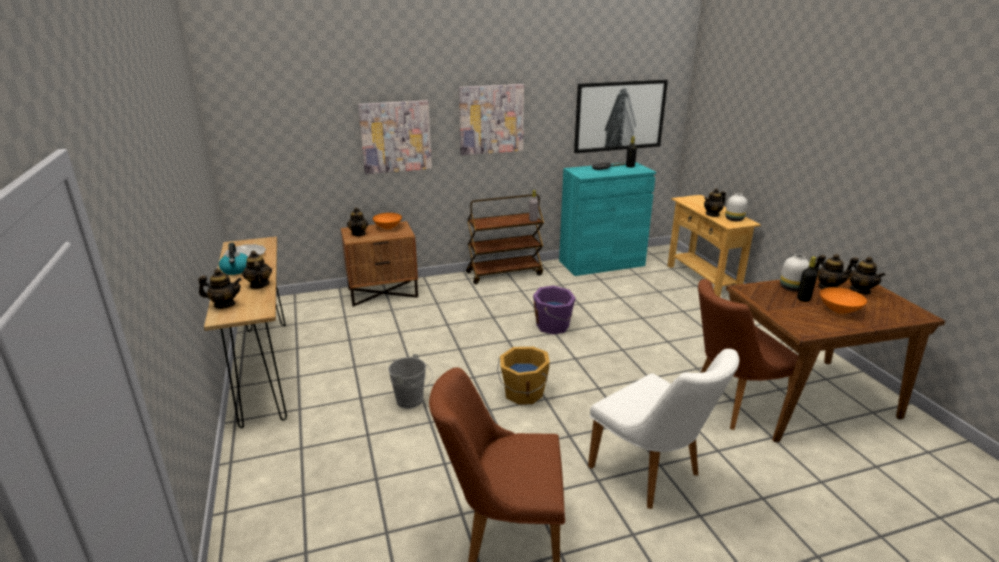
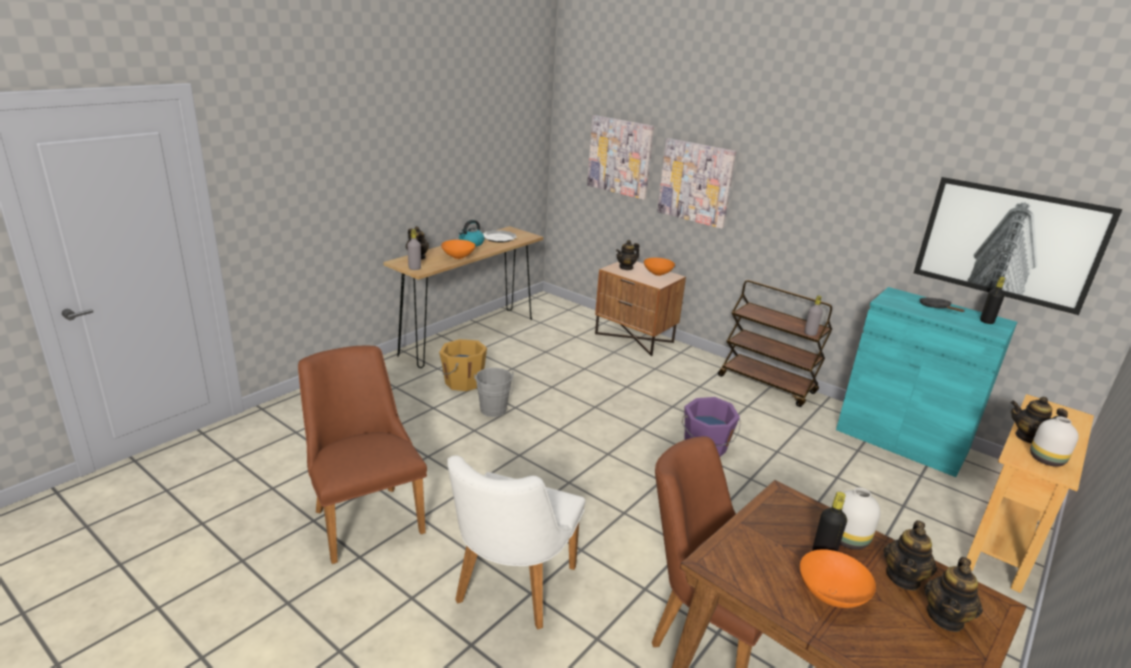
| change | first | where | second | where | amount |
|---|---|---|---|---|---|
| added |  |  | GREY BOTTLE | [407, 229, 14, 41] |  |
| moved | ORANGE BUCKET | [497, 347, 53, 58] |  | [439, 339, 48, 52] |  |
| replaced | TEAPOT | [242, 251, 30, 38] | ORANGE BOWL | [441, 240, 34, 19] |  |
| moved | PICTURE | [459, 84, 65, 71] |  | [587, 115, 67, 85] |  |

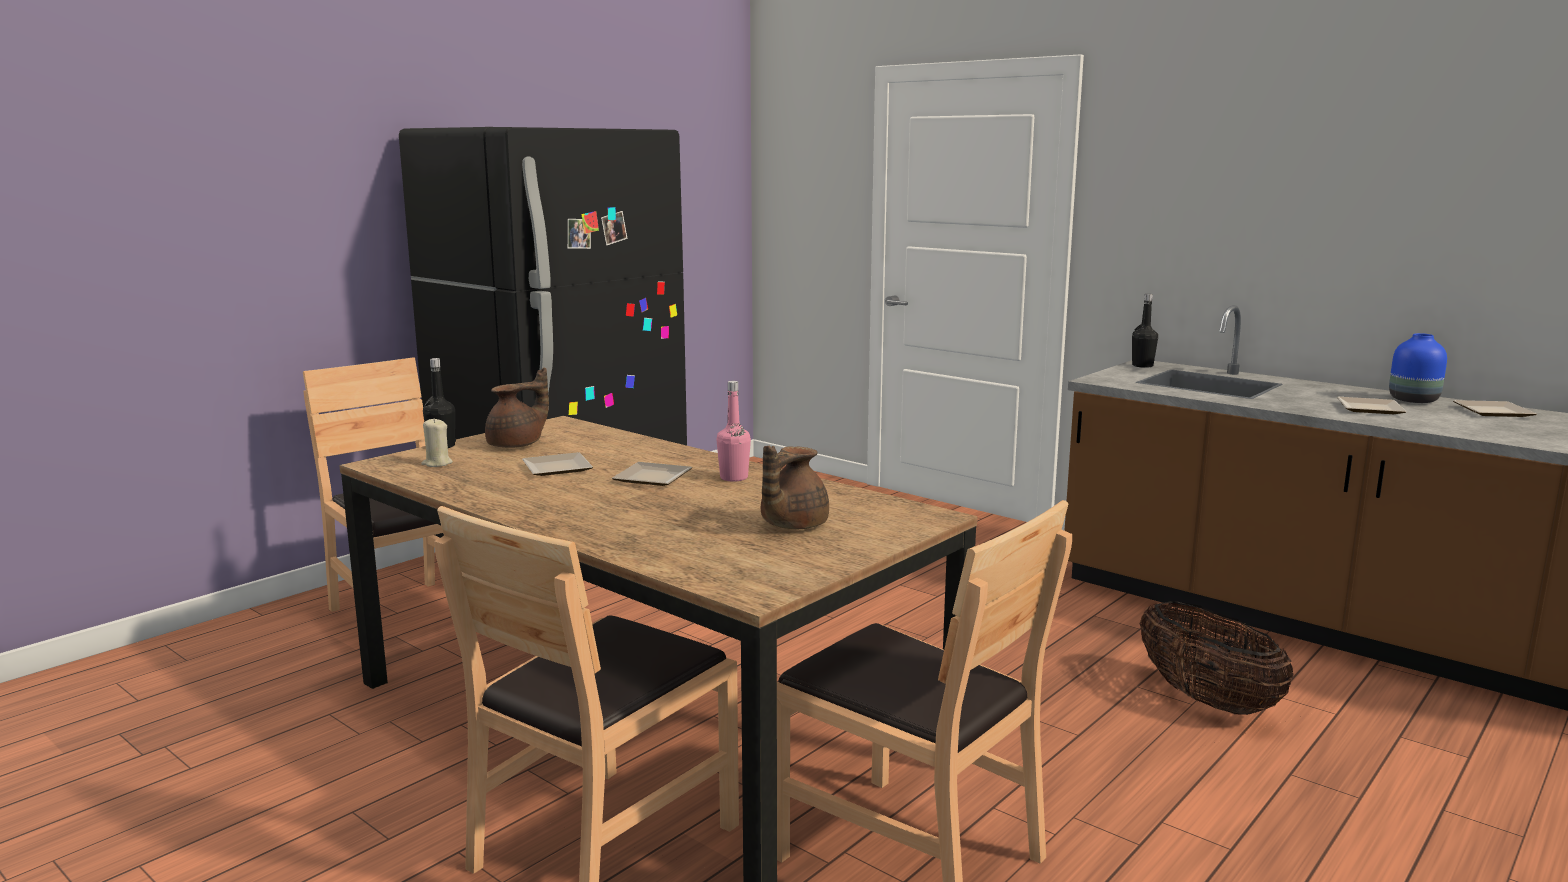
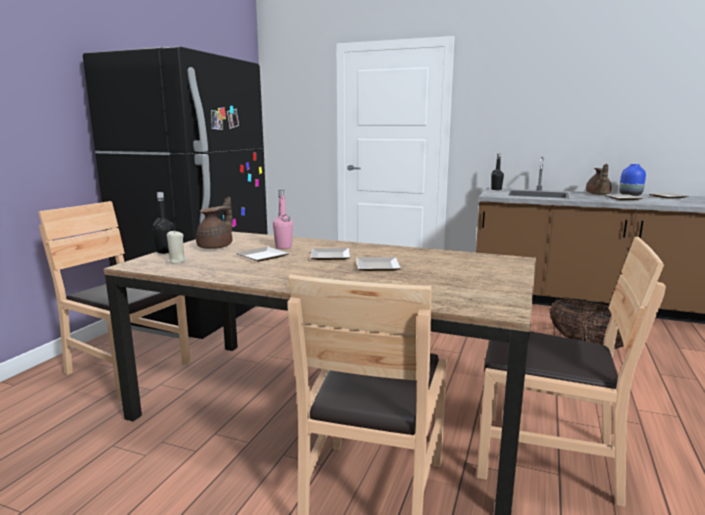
| change | first | where | second | where | amount |
|---|---|---|---|---|---|
| moved | PINK BOTTLE | [716, 381, 35, 101] |  | [273, 190, 20, 59] |  |
| added |  |  | PLATE | [356, 257, 45, 14] |  |
| moved | BROWN TEAPOT | [761, 446, 68, 83] |  | [586, 164, 25, 31] |  |

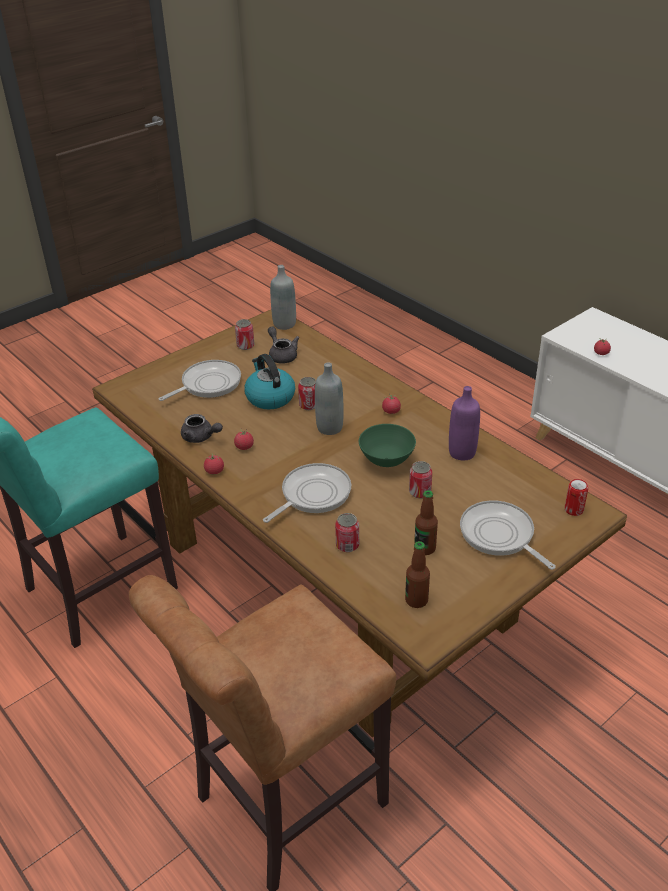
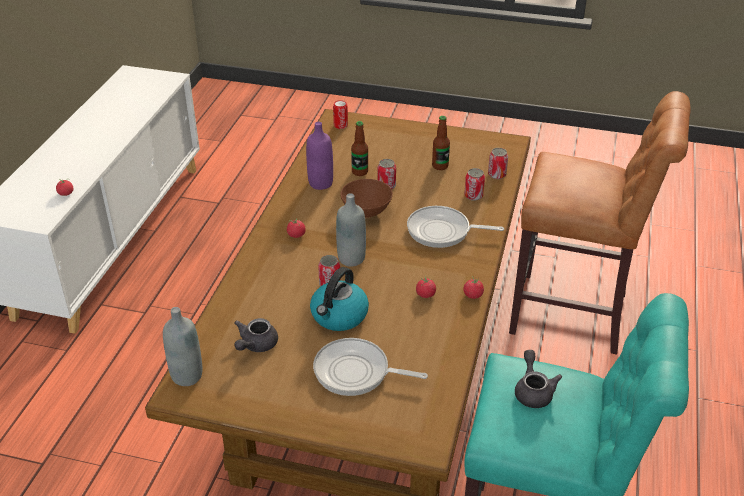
| change | first | where | second | where | amount |
|---|---|---|---|---|---|
| recoloured | GREEN BOWL | [359, 424, 57, 43] | BROWN BOWL | [340, 179, 53, 39] |  |
| moved | BOTTLE | [405, 541, 25, 67] |  | [351, 121, 17, 55] |  |
| moved | CAN | [235, 319, 19, 31] |  | [488, 148, 20, 31] |  |
| moved | GREY TEAPOT | [181, 414, 42, 29] |  | [515, 350, 47, 58] |  |
| removed | FRYING PAN | [460, 500, 96, 70] |  |  |  |

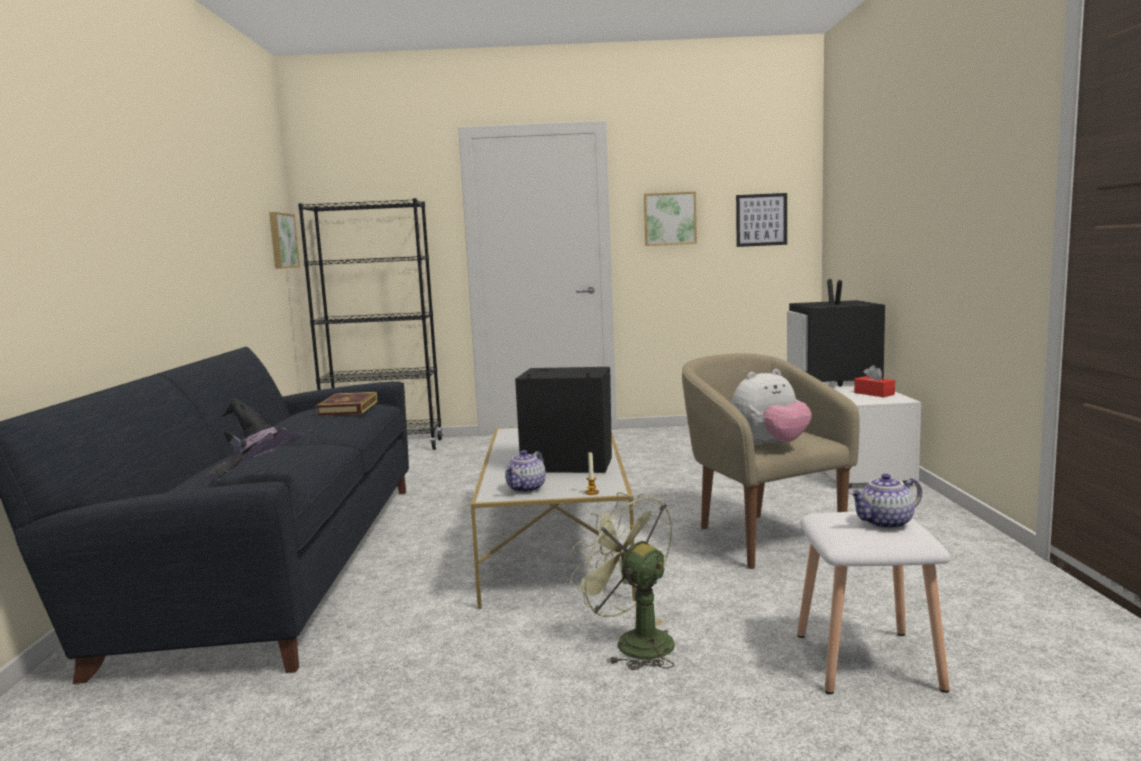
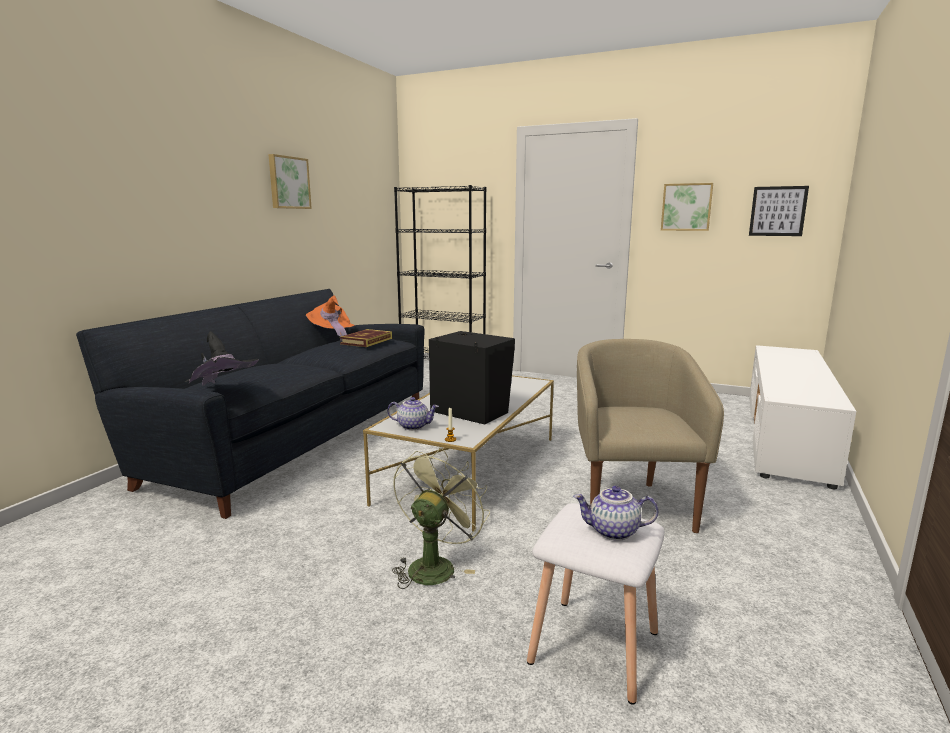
| change | first | where | second | where | amount |
|---|---|---|---|---|---|
| moved | PICTURE | [269, 212, 31, 57] |  | [268, 154, 44, 55] |  |
| added |  |  | ORANGE HAT | [306, 295, 48, 46] |  |
| turned | TEAPOT | [505, 450, 41, 43] |  | [387, 397, 52, 33] | 135 degrees counterclockwise |
| turned | GREEN FAN | [570, 492, 105, 178] |  | [392, 448, 98, 141] | 45 degrees clockwise |
| removed | PLUSH TOY | [732, 369, 80, 76] |  |  |  |
| removed | TELEVISION | [787, 279, 98, 108] |  |  |  |
| removed | RED TISSUE BOX | [854, 365, 41, 32] |  |  |  |

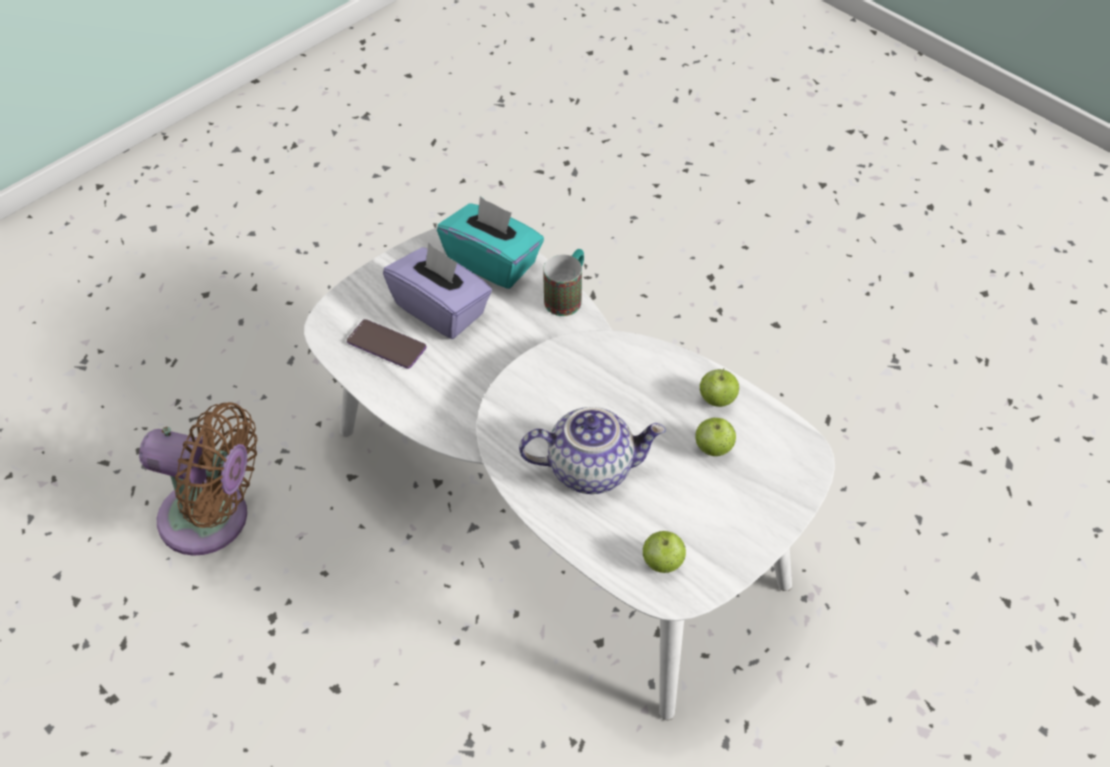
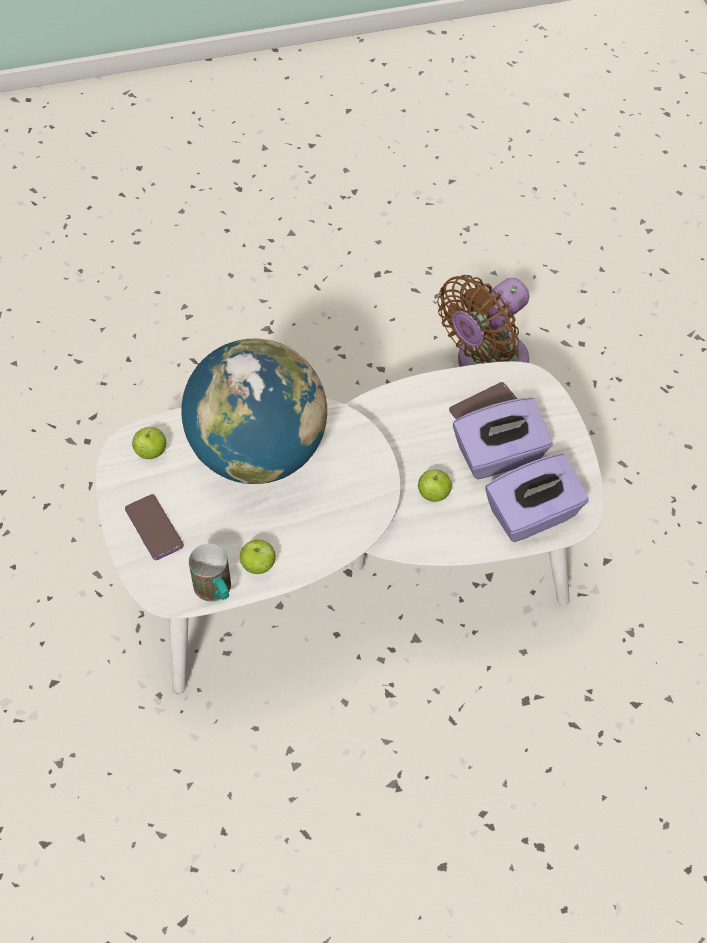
| change | first | where | second | where | amount |
|---|---|---|---|---|---|
| added |  |  | PHONE | [125, 494, 59, 66] |  |
| replaced | TEAPOT | [519, 407, 147, 87] | GLOBE | [181, 339, 146, 145] |  |
| moved | MUG | [543, 249, 41, 67] |  | [189, 544, 42, 57] |  |
| moved | APPLE | [695, 418, 41, 38] |  | [418, 469, 34, 33] |  |
| recoloured | TURQUOISE TISSUE BOX | [437, 196, 107, 93] | PURPLE TISSUE BOX | [485, 453, 104, 89] |  |

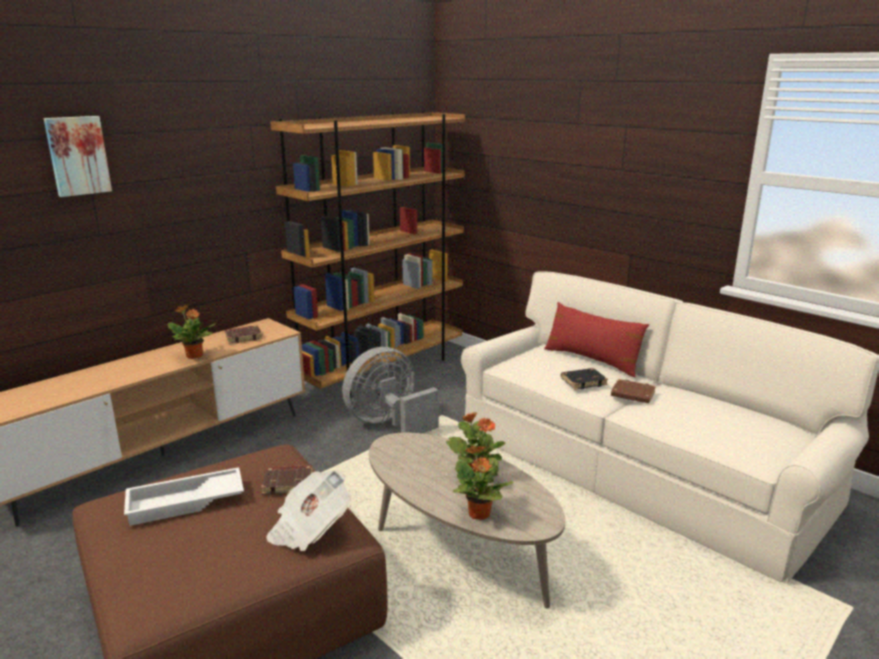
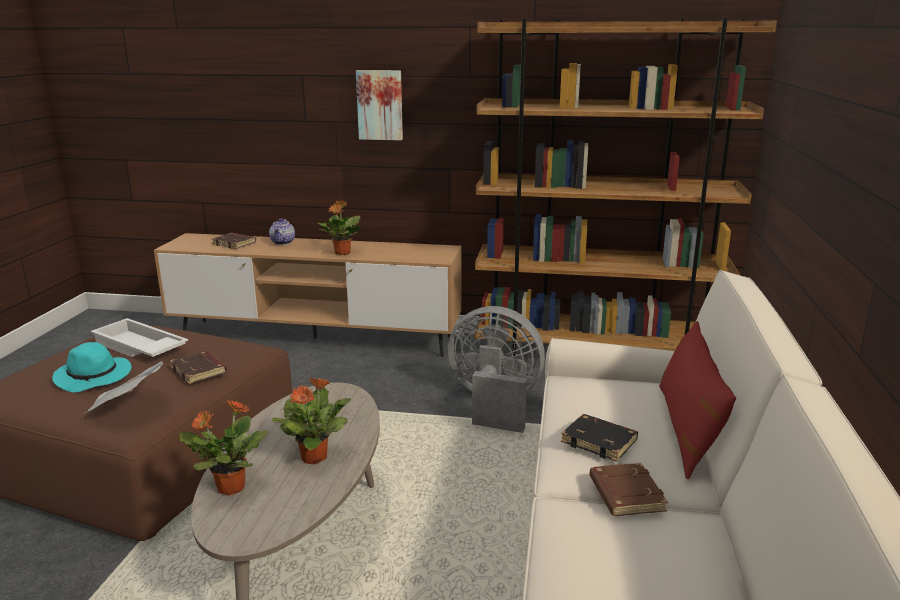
| change | first | where | second | where | amount |
|---|---|---|---|---|---|
| added |  |  | TURQUOISE HAT | [52, 342, 79, 51] |  |
| moved | BROWN BOOK | [225, 325, 38, 19] |  | [212, 233, 44, 16] |  |
| added |  |  | TEAPOT | [269, 218, 26, 27] |  |
| moved | PICTURE | [44, 116, 68, 81] |  | [356, 70, 47, 70] |  |

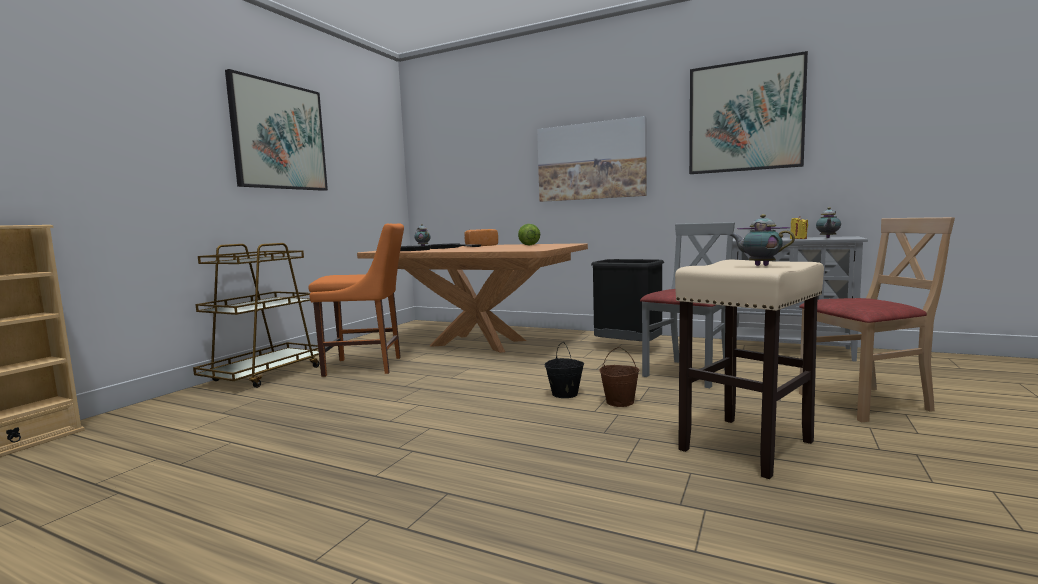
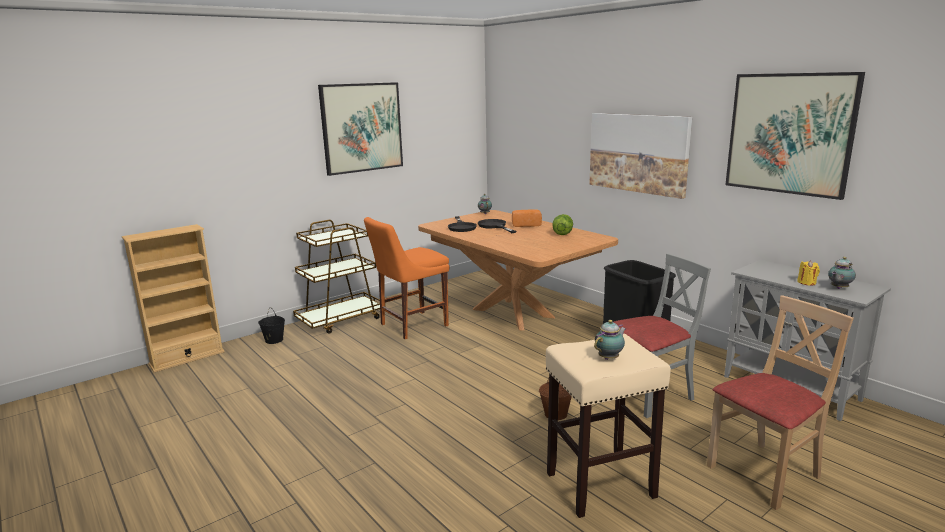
| change | first | where | second | where | amount |
|---|---|---|---|---|---|
| moved | BLACK BUCKET | [545, 342, 39, 56] |  | [258, 307, 27, 37] |  |
| turned | ORANGE CHAIR | [309, 223, 95, 154] |  | [364, 217, 85, 122] | 120 degrees clockwise |
| turned | TEAPOT | [730, 214, 65, 52] |  | [594, 320, 32, 40] | 75 degrees clockwise |
| turned | BEIGE CHAIR | [799, 217, 156, 205] |  | [707, 295, 147, 215] | 45 degrees counterclockwise |

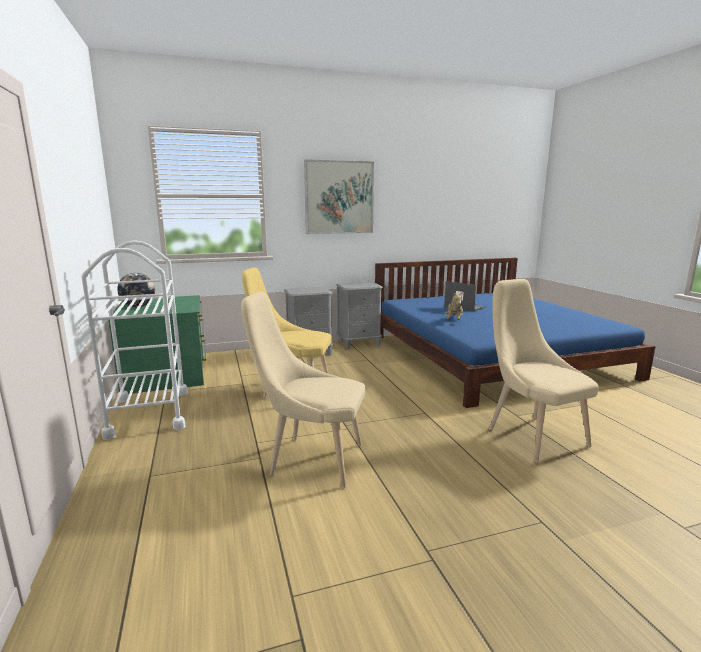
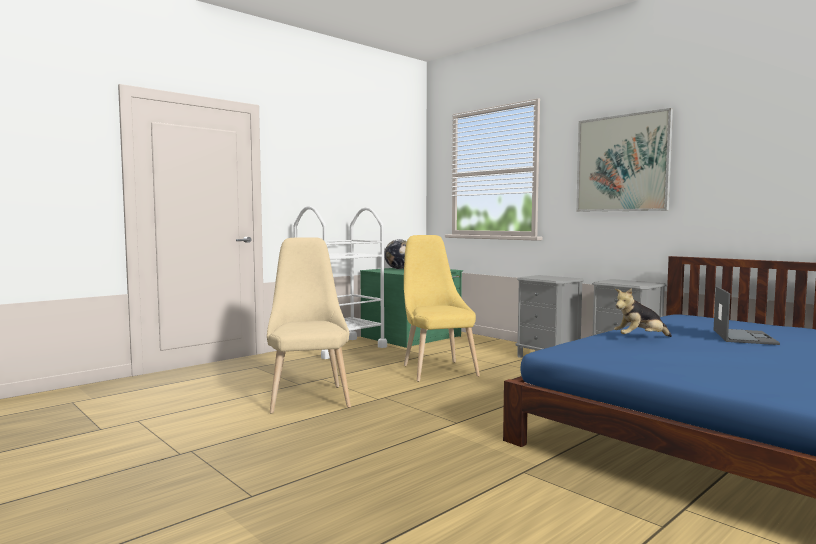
| change | first | where | second | where | amount |
|---|---|---|---|---|---|
| removed | BEIGE CHAIR | [489, 279, 110, 184] |  |  |  |

